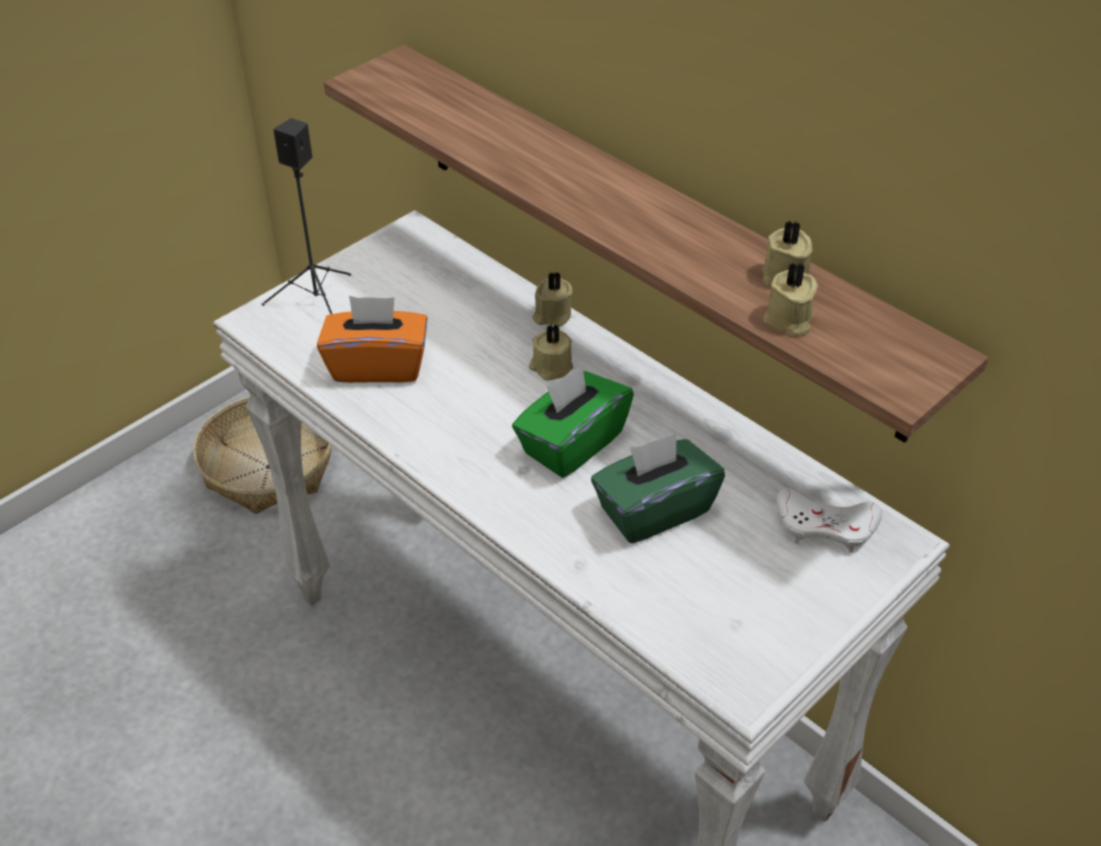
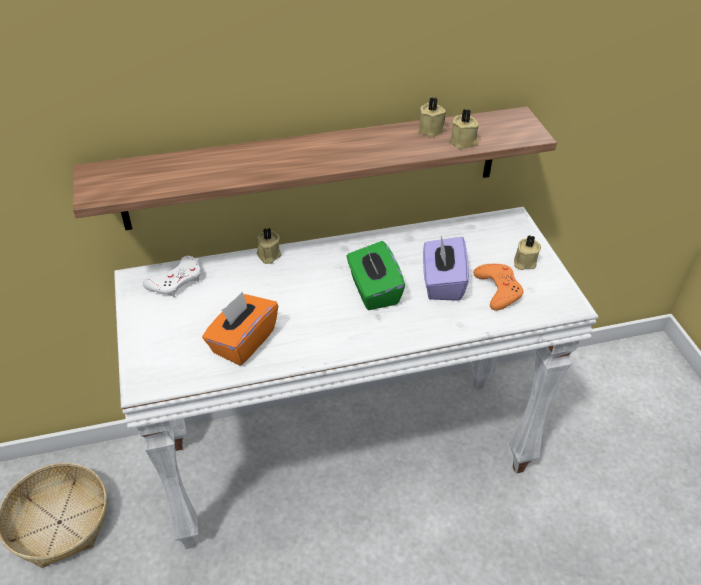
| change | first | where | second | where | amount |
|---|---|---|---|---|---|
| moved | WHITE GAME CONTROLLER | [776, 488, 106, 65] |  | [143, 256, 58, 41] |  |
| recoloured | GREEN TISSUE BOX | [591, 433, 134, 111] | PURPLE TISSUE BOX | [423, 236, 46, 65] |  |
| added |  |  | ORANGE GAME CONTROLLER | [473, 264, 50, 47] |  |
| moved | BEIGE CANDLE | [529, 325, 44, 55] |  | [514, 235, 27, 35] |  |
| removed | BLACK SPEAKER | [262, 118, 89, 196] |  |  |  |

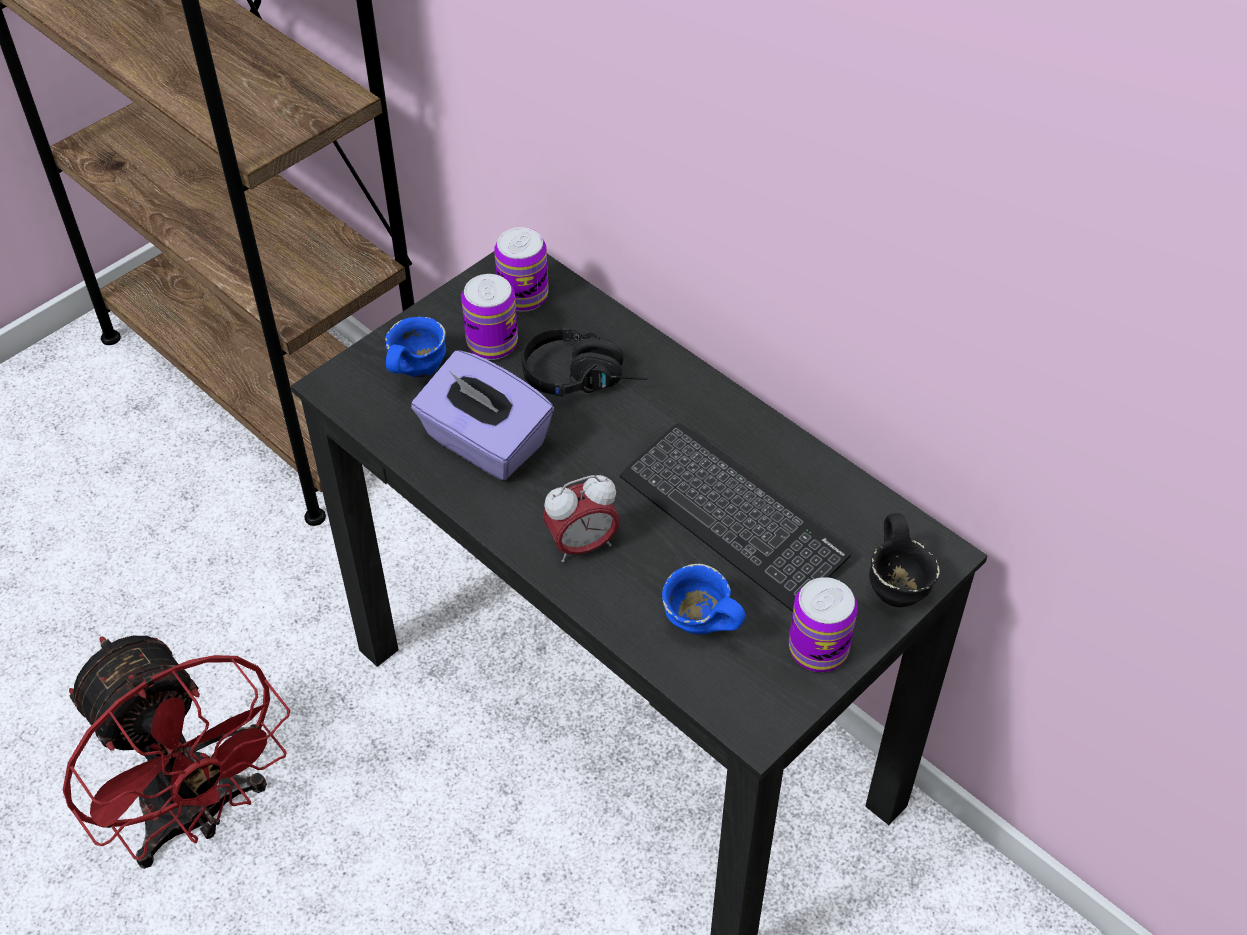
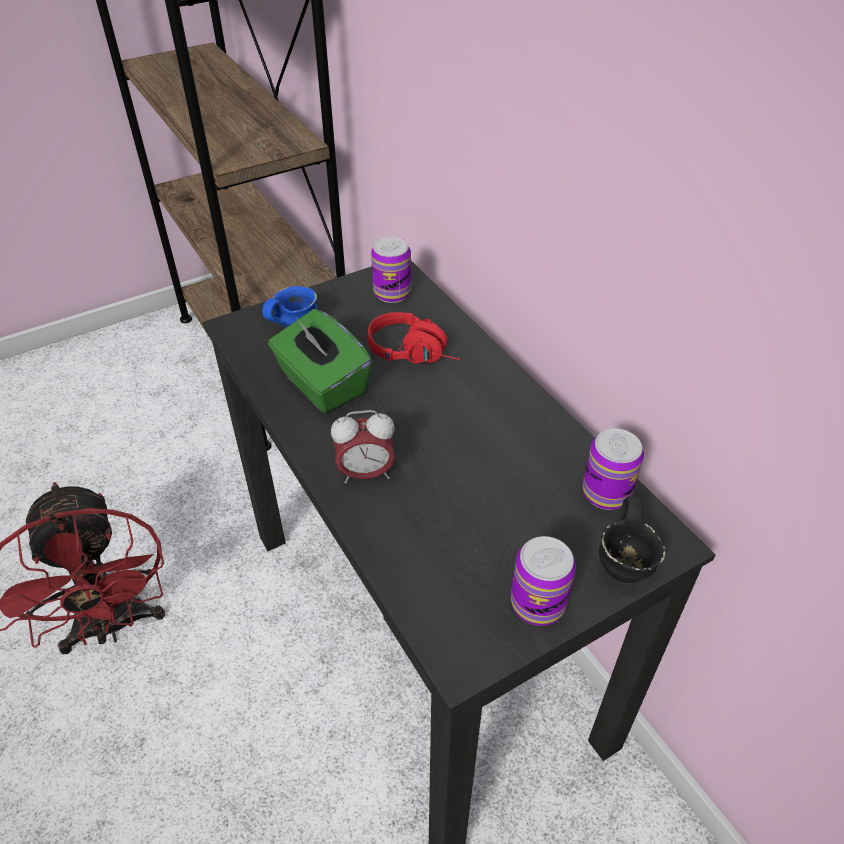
| change | first | where | second | where | amount |
|---|---|---|---|---|---|
| recoloured | PURPLE TISSUE BOX | [411, 350, 143, 130] | GREEN TISSUE BOX | [268, 309, 104, 104] |  |
| recoloured | BLACK HEADPHONES | [522, 327, 125, 69] | RED HEADPHONES | [368, 312, 92, 52] |  |
| moved | CAN | [461, 274, 57, 86] |  | [582, 429, 62, 81] |  |
| removed | KEYBOARD | [620, 423, 232, 189] |  |  |  |
| removed | BLUE MUG | [662, 564, 84, 70] |  |  |  |

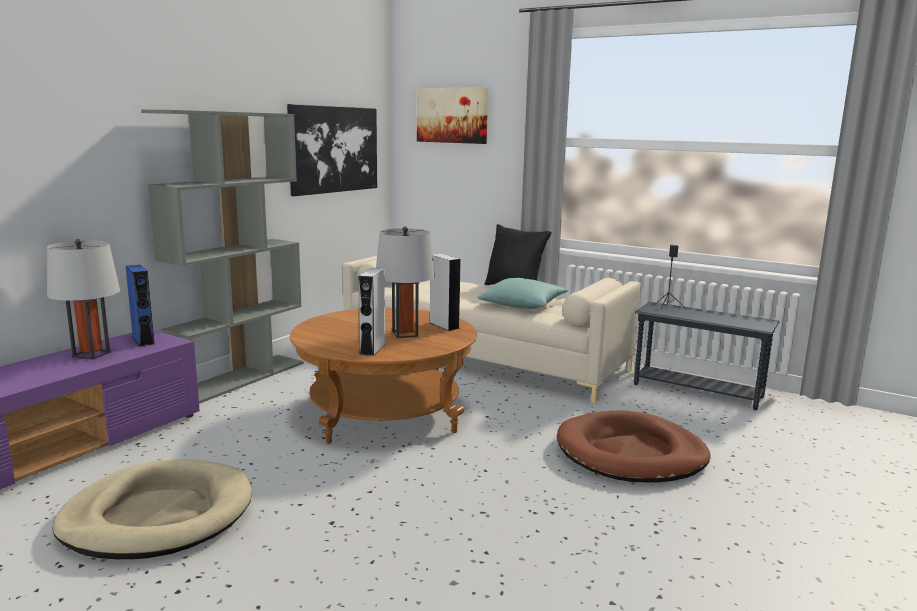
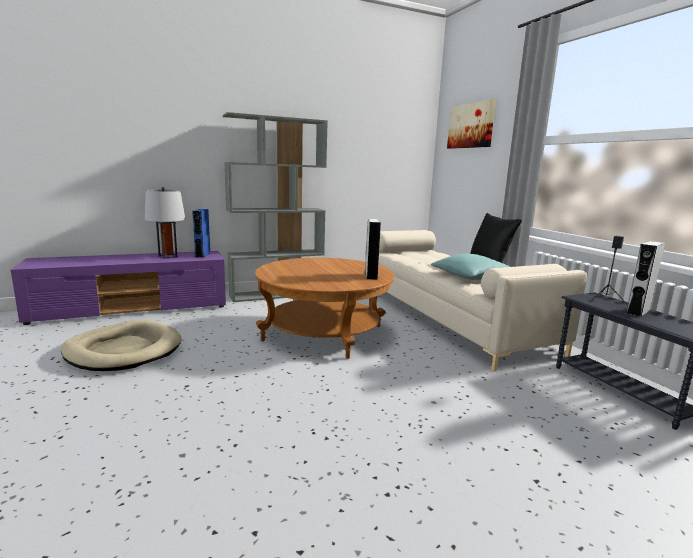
| change | first | where | second | where | amount |
|---|---|---|---|---|---|
| moved | GREY SPEAKER | [358, 268, 28, 88] |  | [626, 241, 39, 76] |  |
| removed | PICTURE | [287, 104, 90, 92] |  |  |  |
| removed | GREY TABLE LAMP | [376, 226, 59, 112] |  |  |  |
| removed | BROWN DOG BED | [557, 410, 154, 72] |  |  |  |

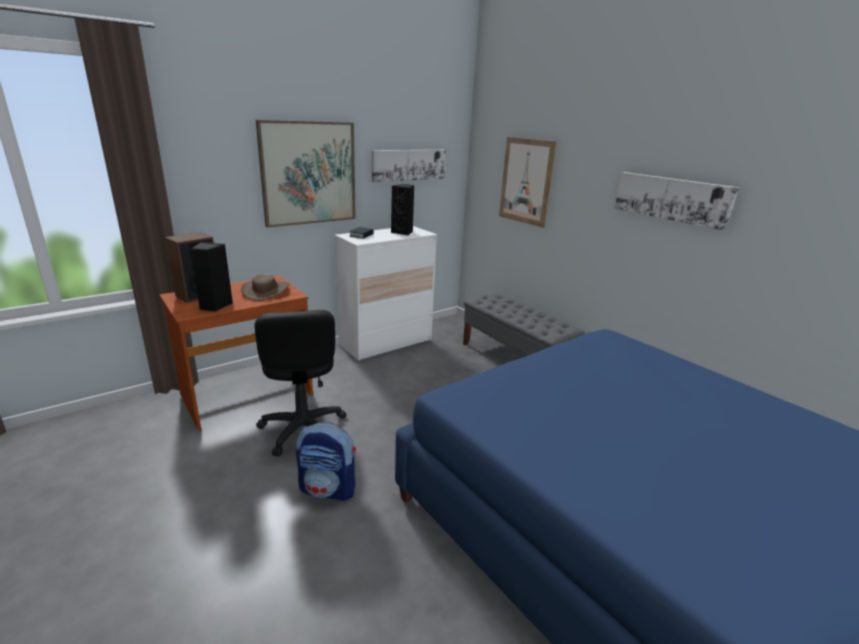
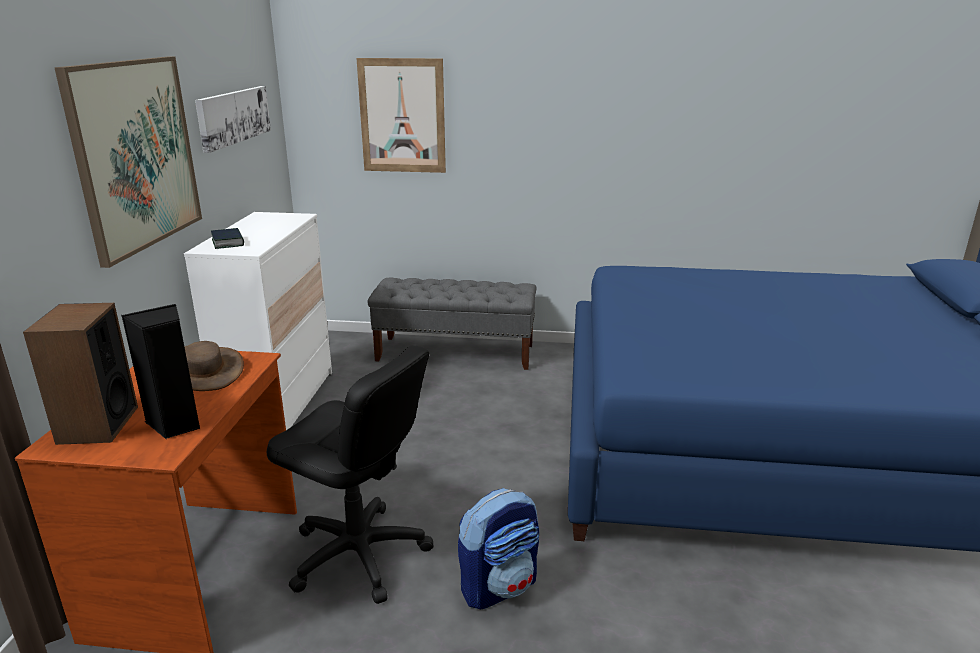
| change | first | where | second | where | amount |
|---|---|---|---|---|---|
| removed | BLACK SPEAKER | [391, 184, 23, 51] |  |  |  |
| removed | PICTURE | [615, 172, 124, 59] |  |  |  |

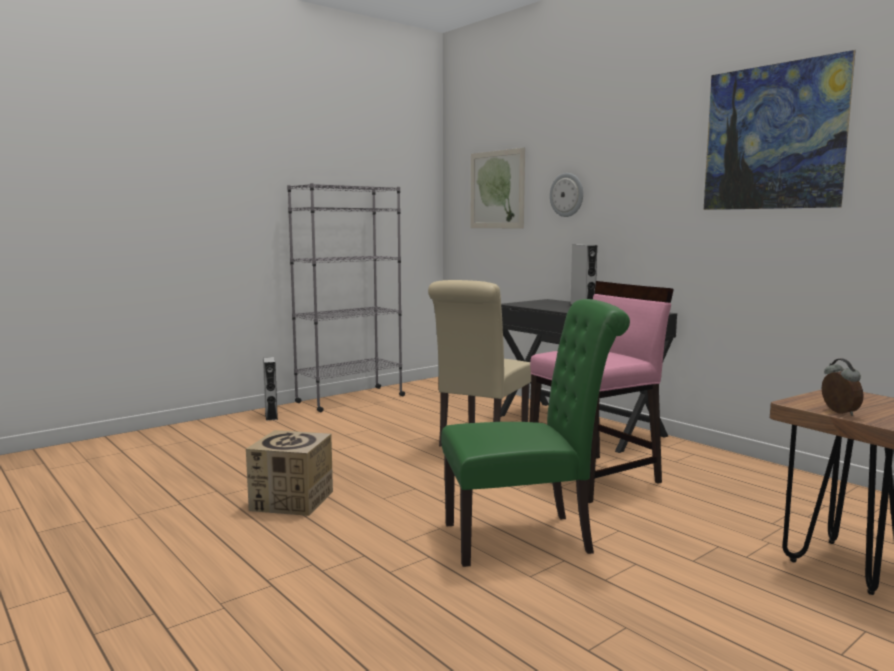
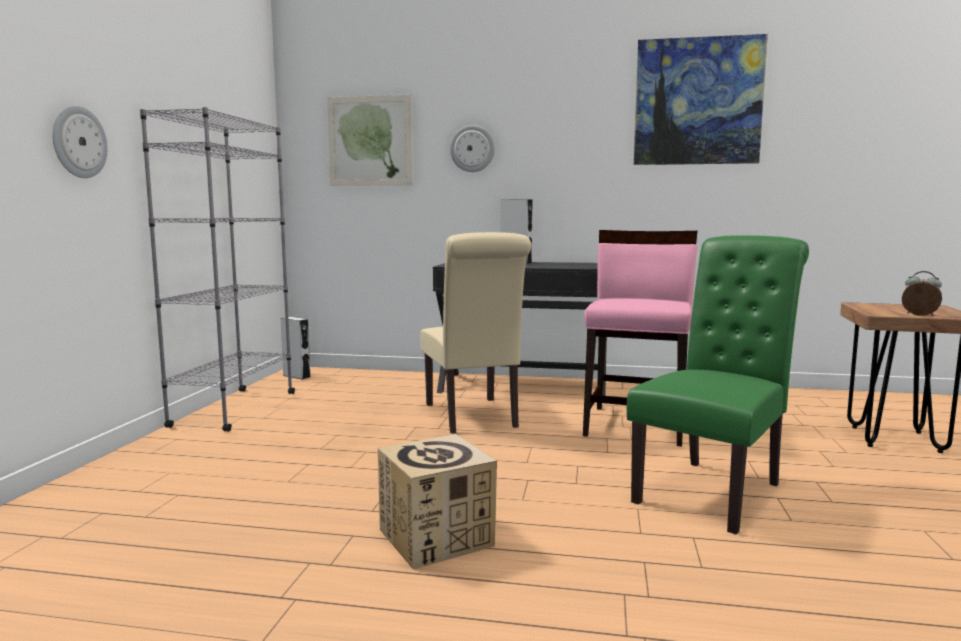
| change | first | where | second | where | amount |
|---|---|---|---|---|---|
| added |  |  | WALL CLOCK | [52, 105, 56, 73] |  |
| moved | GREY SPEAKER | [263, 357, 15, 64] |  | [280, 317, 30, 63] |  |

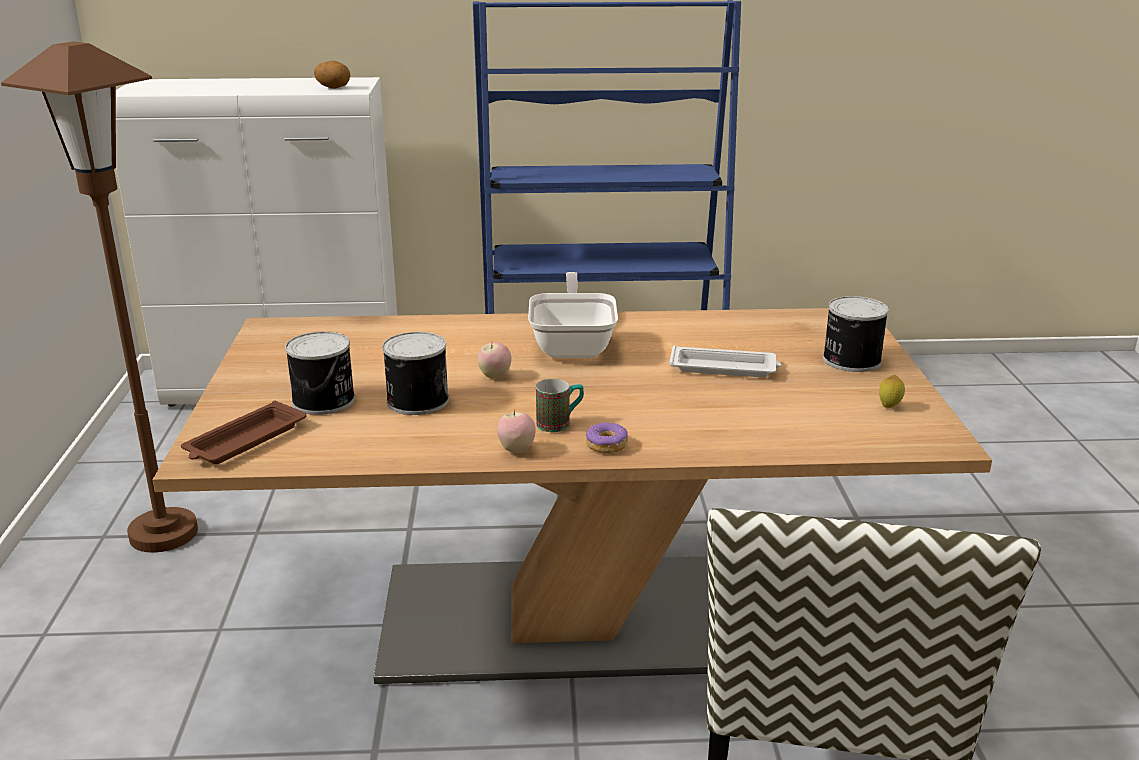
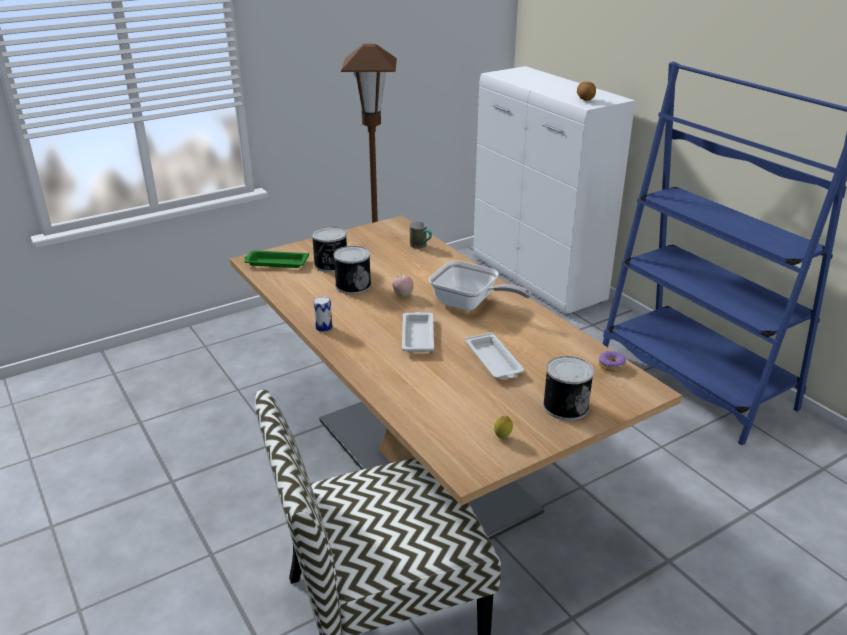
| change | first | where | second | where | amount |
|---|---|---|---|---|---|
| recoloured | BROWN TRAY | [181, 401, 125, 63] | GREEN TRAY | [244, 250, 65, 18] |  |
| replaced | APPLE | [497, 410, 39, 43] | CAN | [314, 297, 18, 35] |  |
| added |  |  | WHITE TRAY | [402, 312, 32, 40] |  |
| moved | MUG | [536, 379, 48, 53] |  | [410, 222, 22, 27] |  |
| turned | FRYING PAN | [528, 272, 90, 86] |  | [429, 261, 103, 50] | 60 degrees clockwise |
| moved | DONUT | [586, 423, 42, 30] |  | [599, 351, 27, 21] |  |

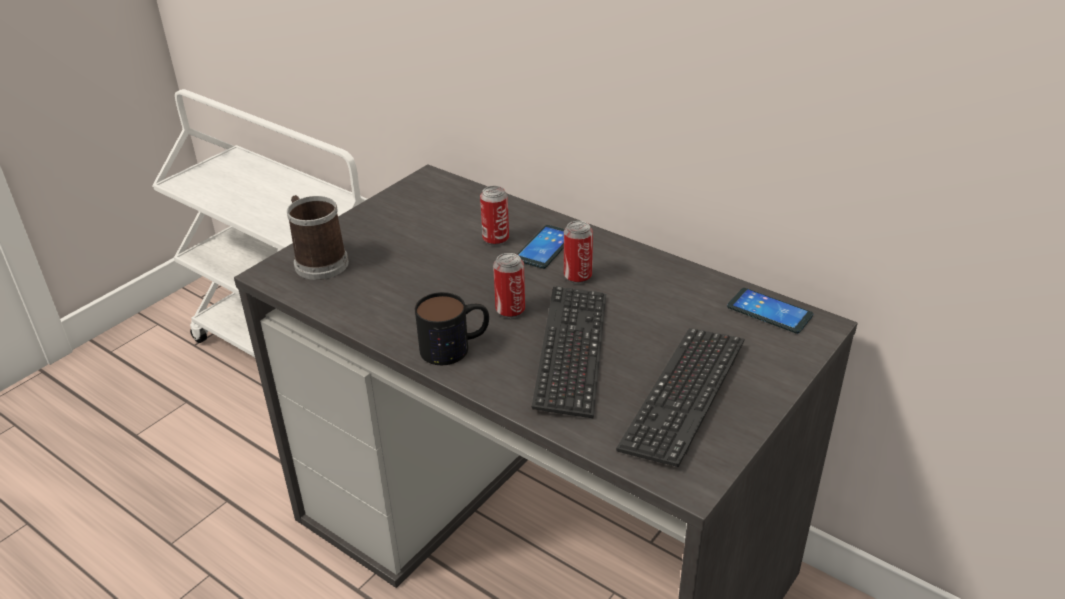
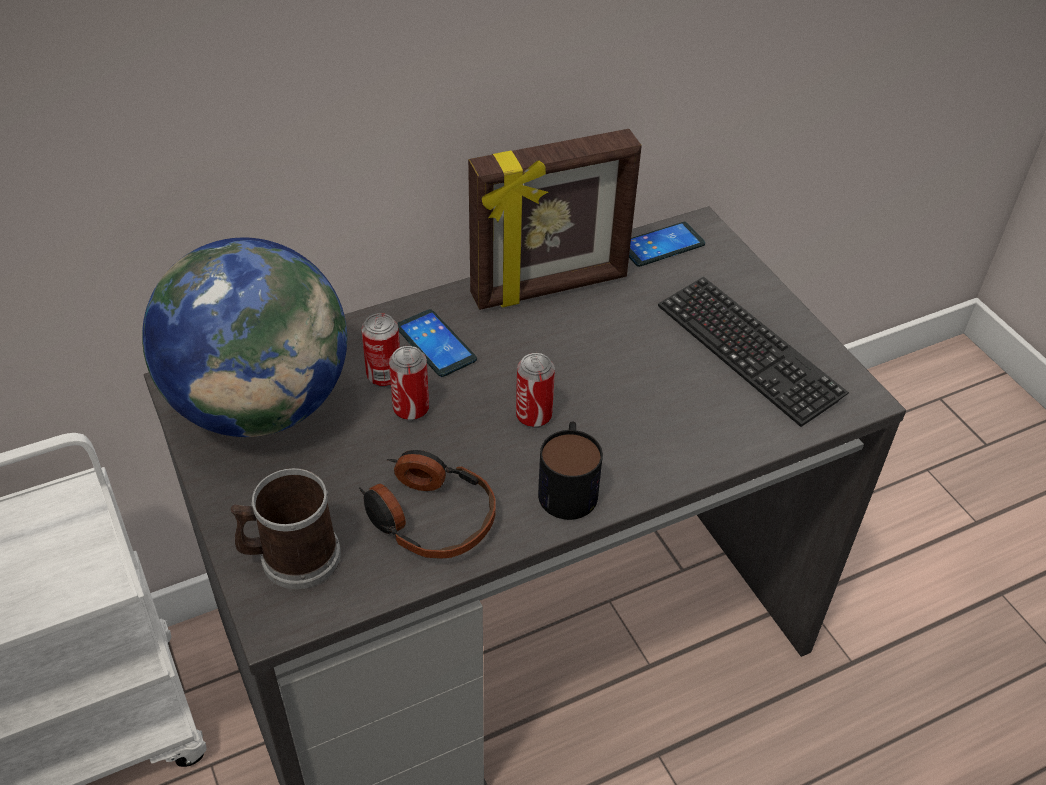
| change | first | where | second | where | amount |
|---|---|---|---|---|---|
| added |  |  | GLOBE | [142, 238, 205, 199] |  |
| added |  |  | HEADPHONES | [359, 450, 137, 109] |  |
| moved | CAN | [564, 221, 29, 63] |  | [389, 346, 40, 75] |  |
| added |  |  | PICTURE FRAME | [468, 129, 174, 181] |  |
| removed | KEYBOARD | [531, 286, 75, 132] |  |  |  |

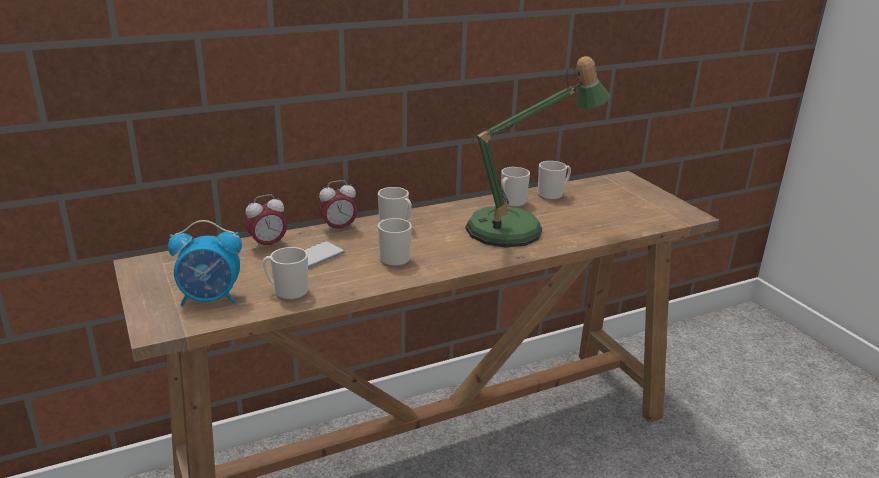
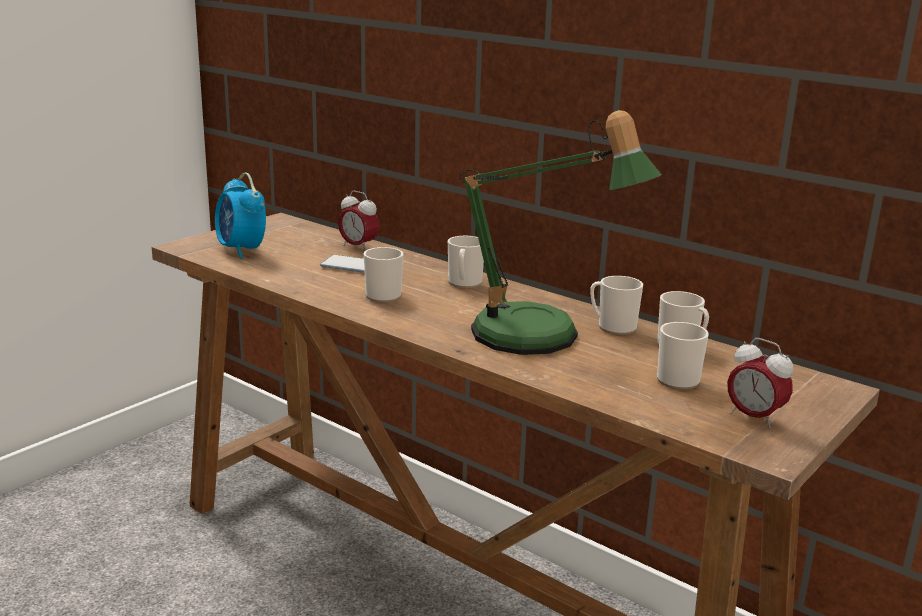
| change | first | where | second | where | amount |
|---|---|---|---|---|---|
| moved | MUG | [263, 247, 45, 54] |  | [657, 322, 52, 68] |  |
| moved | ALARM CLOCK | [319, 180, 38, 53] |  | [727, 338, 66, 91] |  |

